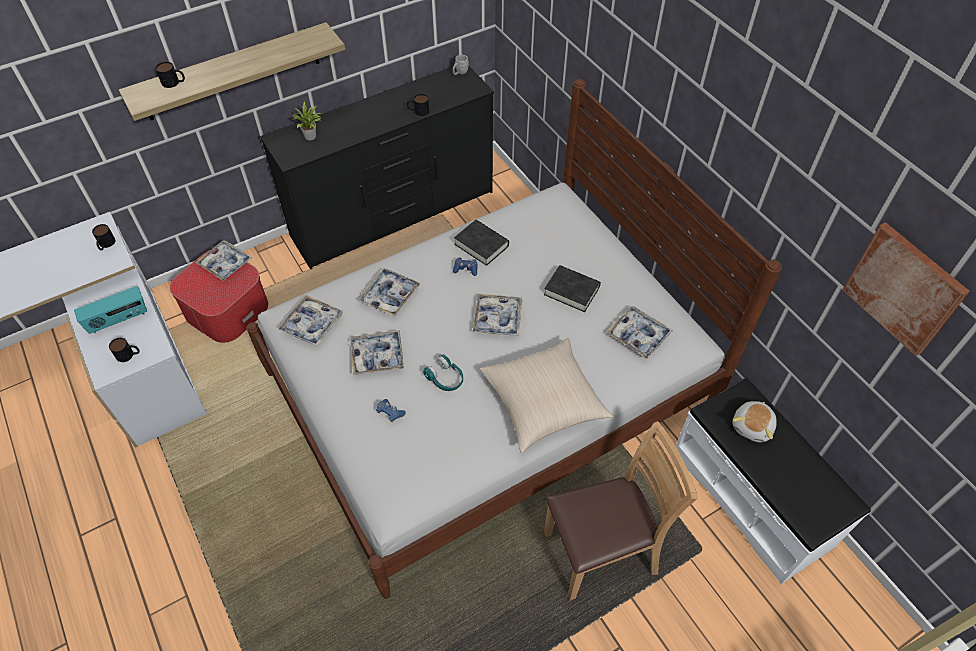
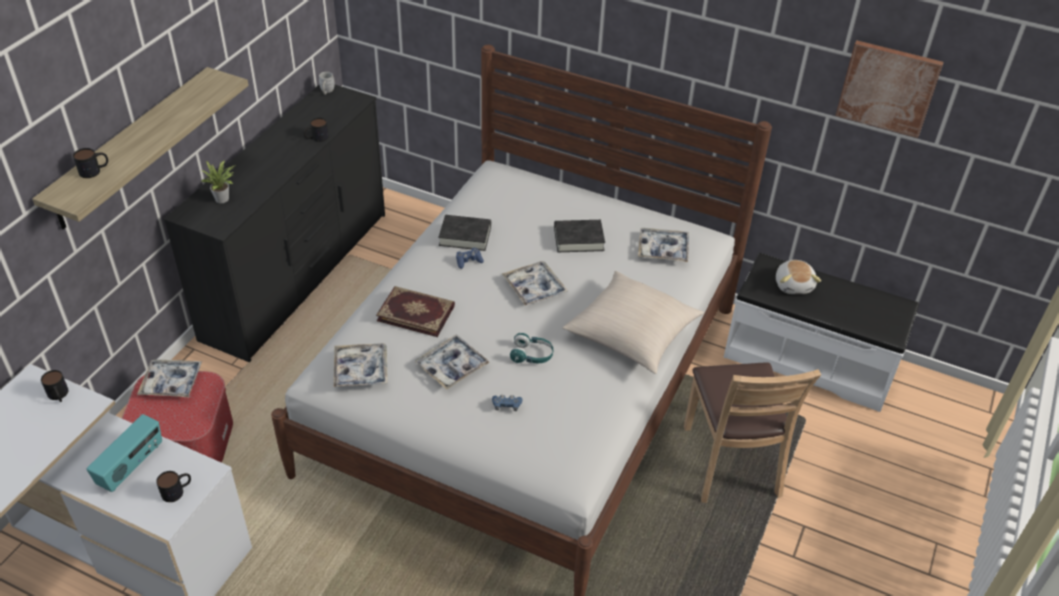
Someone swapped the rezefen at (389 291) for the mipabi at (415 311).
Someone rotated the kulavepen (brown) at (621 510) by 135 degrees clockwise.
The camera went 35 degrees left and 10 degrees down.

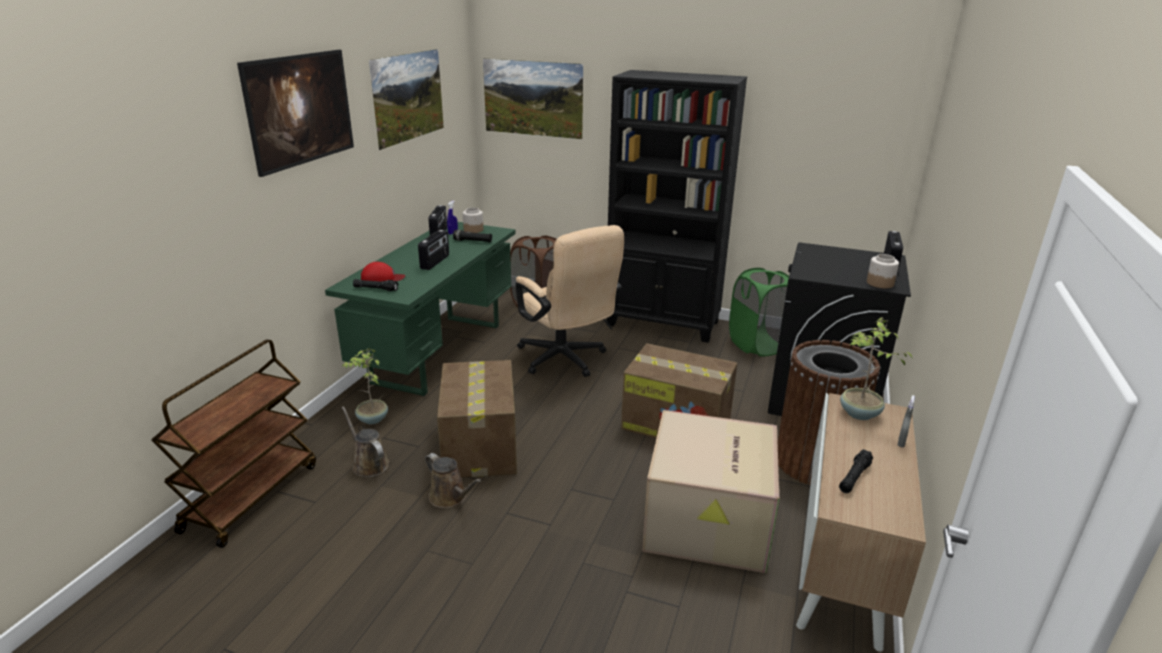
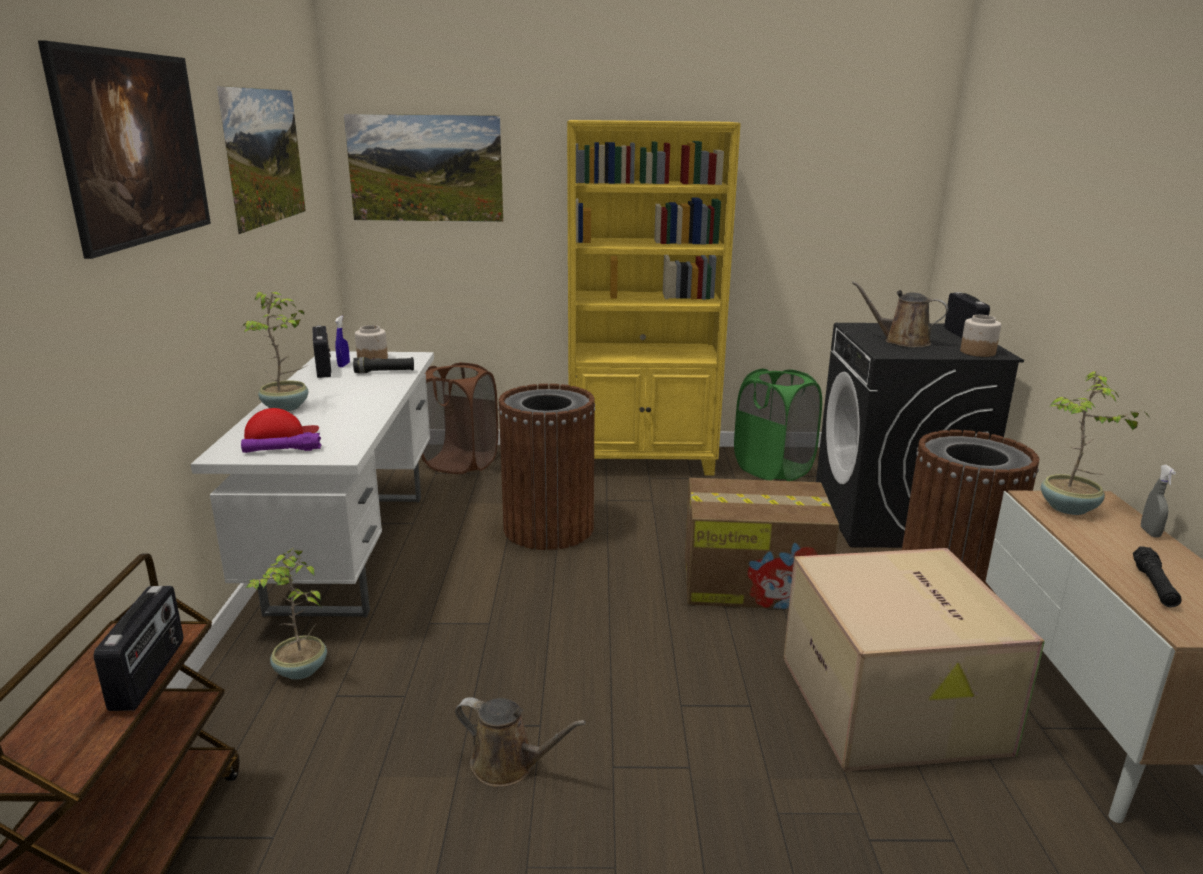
Someone repainted the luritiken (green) at (420 309), which became the luritiken (white) at (312 484).
Someone carried the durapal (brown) from (365 441) to (900 314).
Someone repainted the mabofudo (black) at (376 285), which became the mabofudo (purple) at (281 442).
Someone carried the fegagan from (433 250) to (138 648).
Someone took away the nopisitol at (477 419).
Someone swapped the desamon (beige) at (569 301) for the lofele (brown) at (546 467).
Someone repainted the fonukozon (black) at (677 206), which became the fonukozon (yellow) at (654 298).
Someone put down the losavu at (275 351).
The camera went 20 degrees left and 5 degrees down.

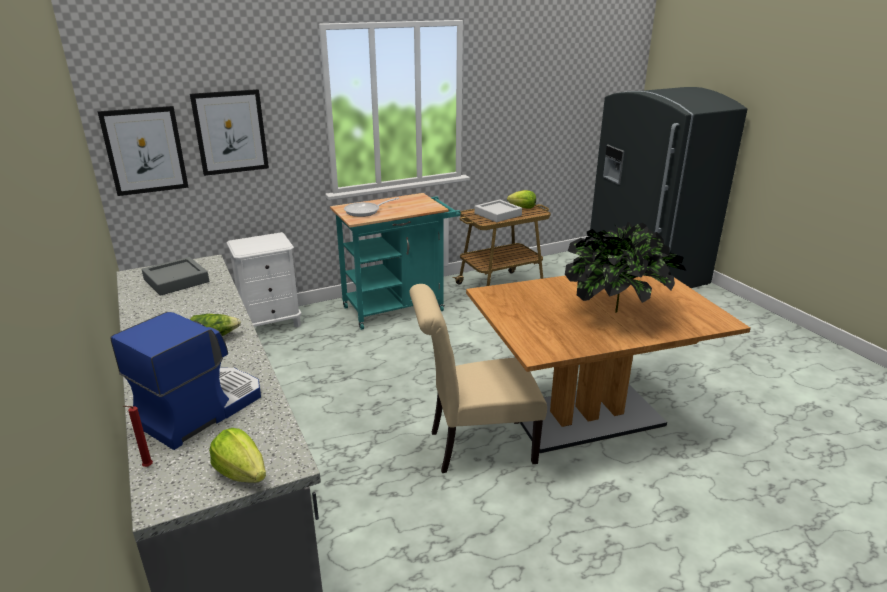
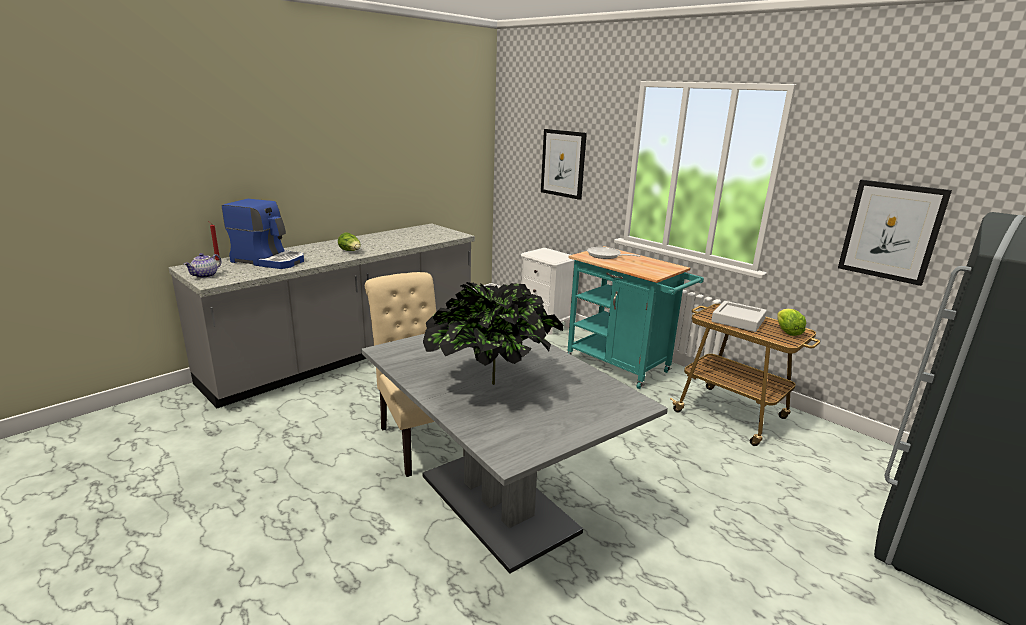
Someone carried the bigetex from (143 151) to (895 233).
Someone took away the rezefen (grey) at (175 276).
Someone swapped the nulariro at (237 455) for the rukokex at (202 265).
Someone repainted the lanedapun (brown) at (608 364), which became the lanedapun (grey) at (514 454).
The camera went 70 degrees right and 5 degrees down.

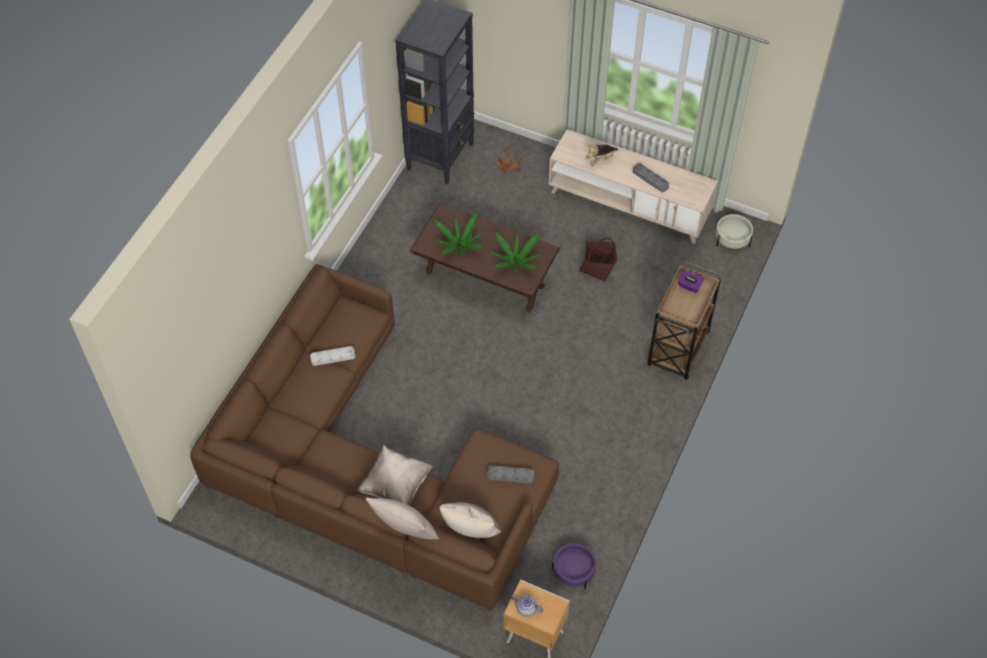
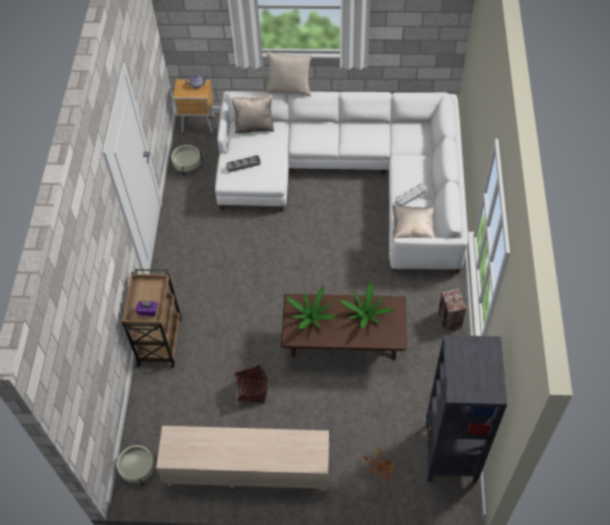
Someone repainted the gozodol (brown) at (374 438), which became the gozodol (white) at (341 182).
Someone carried the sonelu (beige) from (395 475) to (413 223).
Someone repainted the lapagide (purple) at (574 566), which became the lapagide (beige) at (186 161).
Someone took away the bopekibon at (602 155).
Someone took away the rezefen (grey) at (651 177).
Someone put down the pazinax at (452 310).
The camera went 160 degrees right and 0 degrees up.

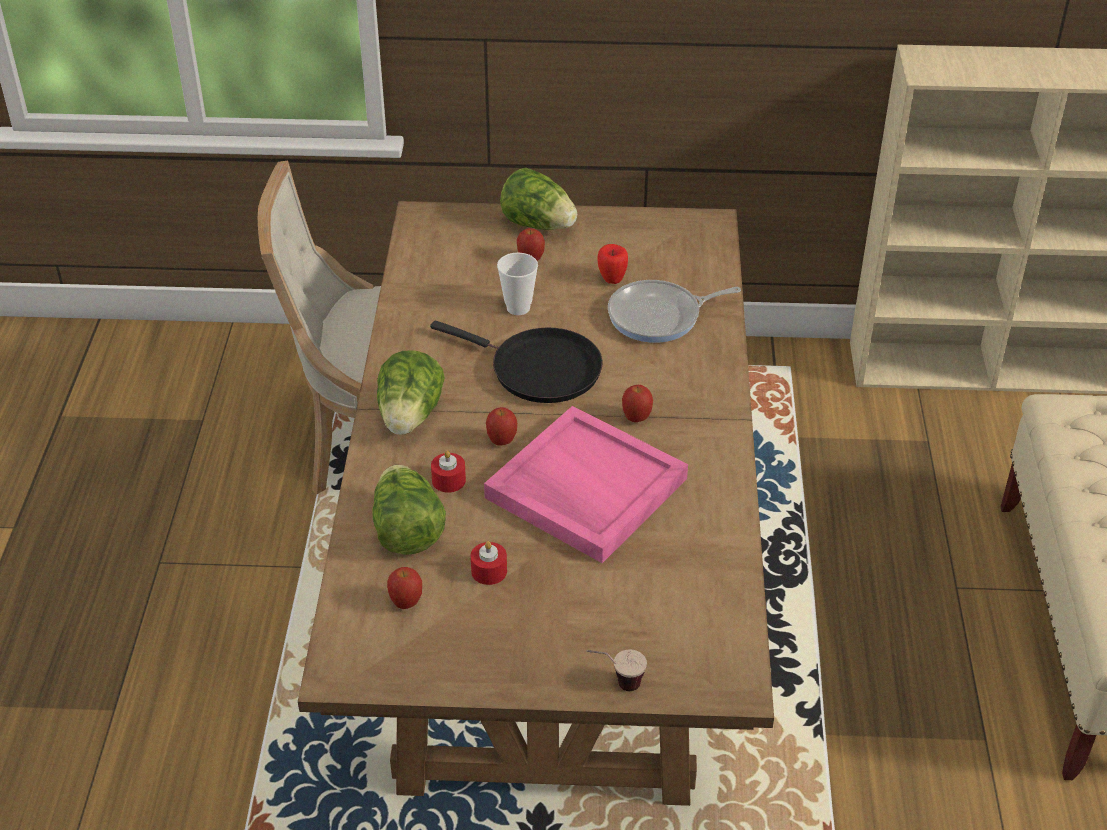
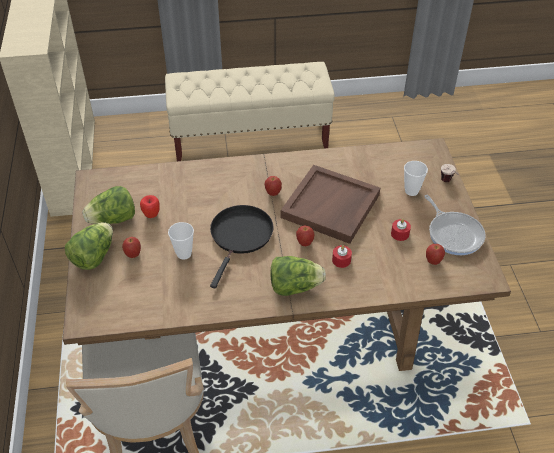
Someone carried the nulariro from (409 510) to (108 205).
Someone repainted the rezefen (pink) at (586 484), which became the rezefen (brown) at (330 204).
Someone carried the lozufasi from (674 311) to (455 225).
Someone put down the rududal at (416 178).
The camera went 100 degrees left and 5 degrees up.

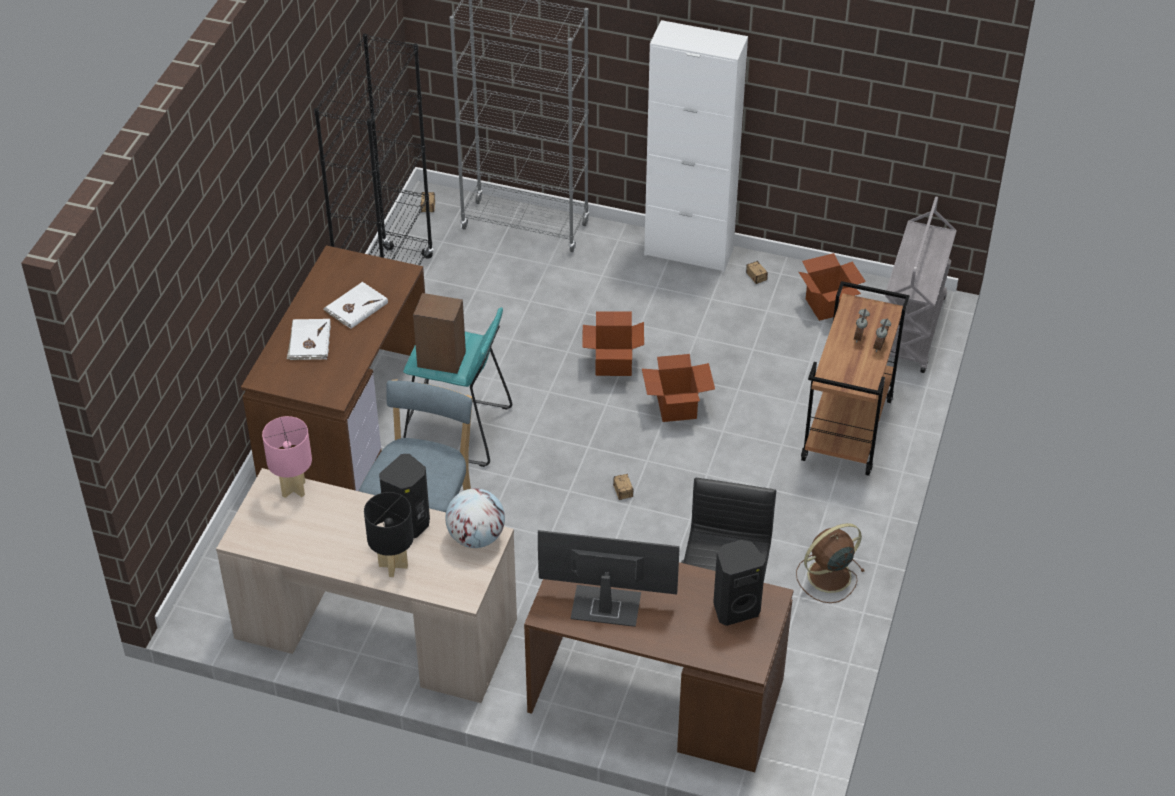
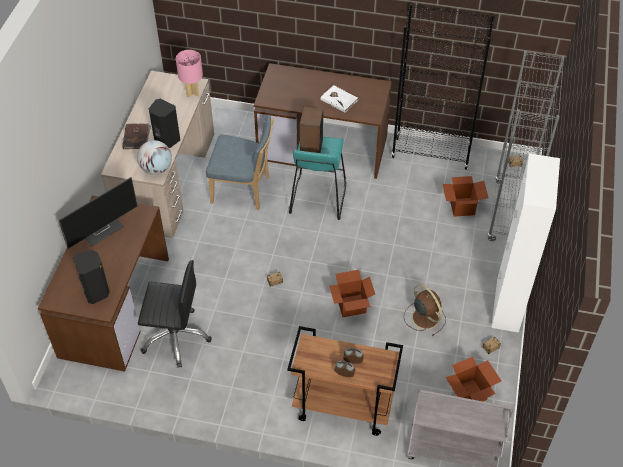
Someone took away the mipabi (white) at (309 339).
Someone swapped the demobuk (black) at (389 534) for the mipabi (brown) at (137 136).
Someone rotated the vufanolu at (609 578) by 45 degrees clockwise.
Someone carried the nopisitol from (613 343) to (465 196).
Someone carried the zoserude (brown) from (830 563) to (425 310).
The camera went 85 degrees right and 5 degrees up.

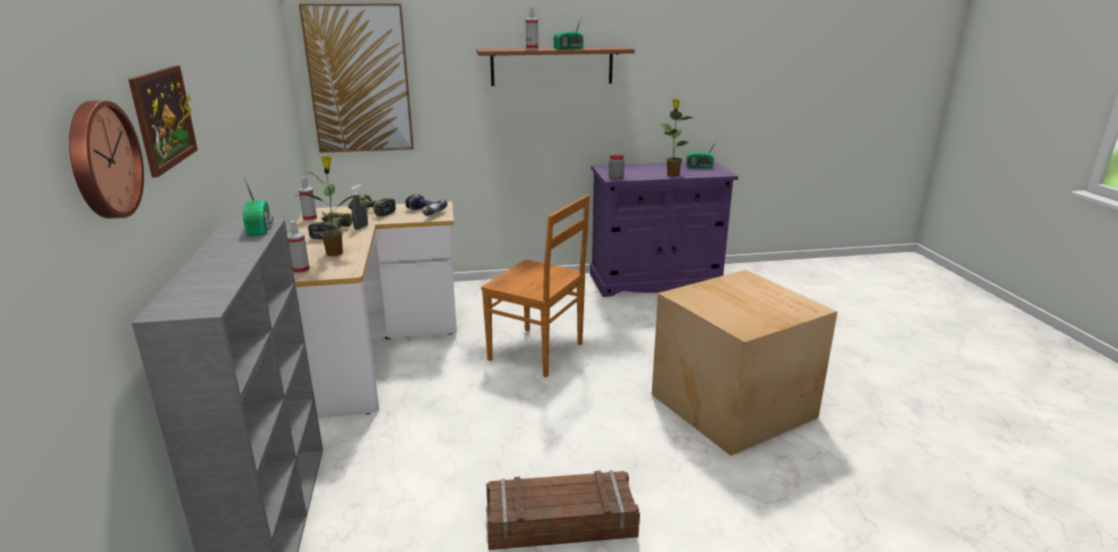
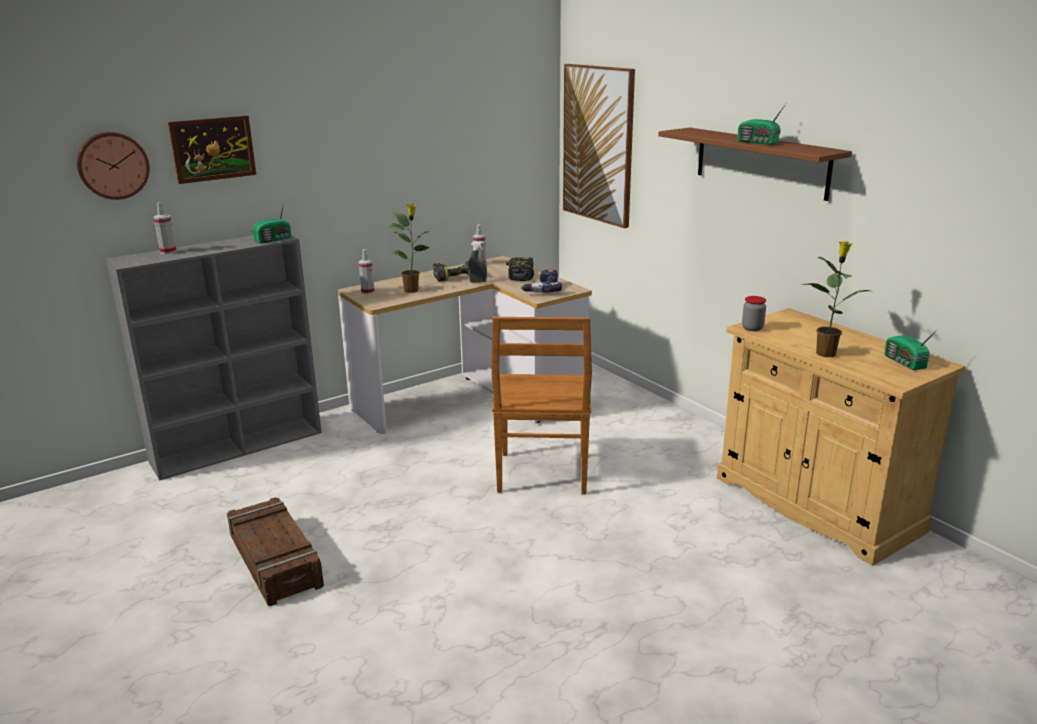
Someone carried the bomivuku from (532 28) to (165 228).
Someone repainted the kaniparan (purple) at (664 229), which became the kaniparan (beige) at (841 437).
Someone took away the nopisitol at (744 363).
The camera went 65 degrees right and 0 degrees up.

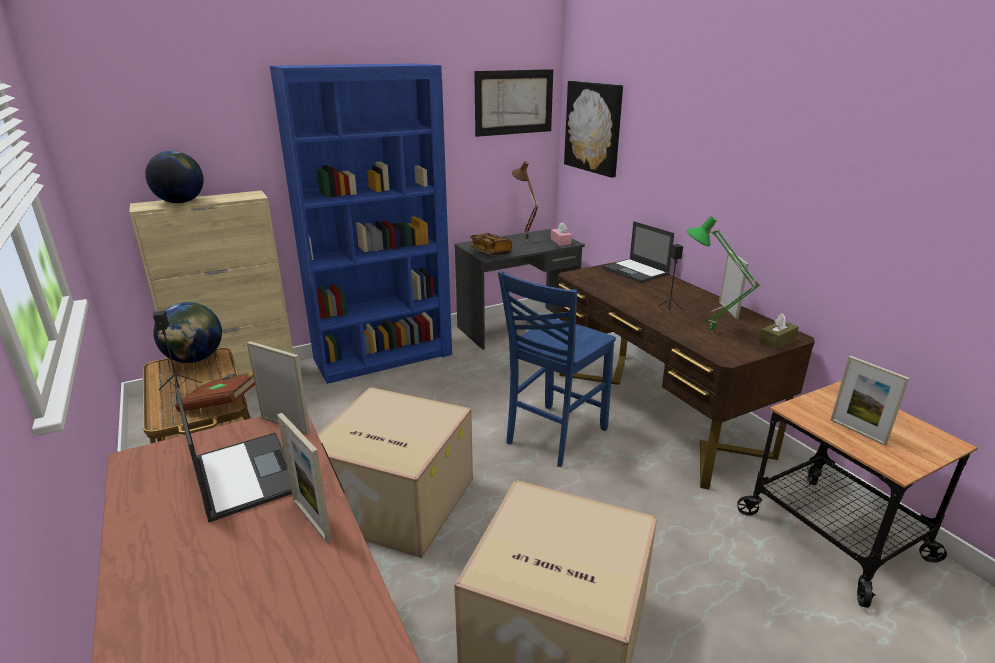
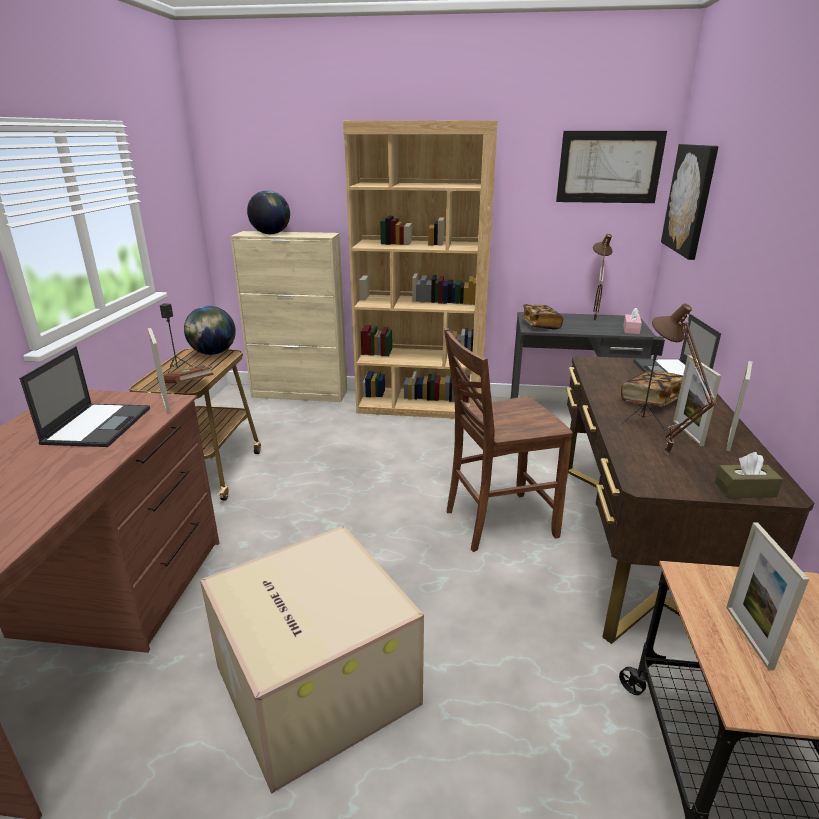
Someone repainted the fonukozon (blue) at (361 223), which became the fonukozon (brown) at (420 269).
Someone carried the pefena from (304 478) to (697 400).
Someone took away the nopisitol at (395 472).
Someone repainted the kulavepen (blue) at (557 369), which became the kulavepen (brown) at (508 440).
Someone repainted the demobuk (green) at (723 274), which became the demobuk (brown) at (684 379).
Someone put down the mipabi at (652 388).
The camera went 35 degrees right and 0 degrees up.

